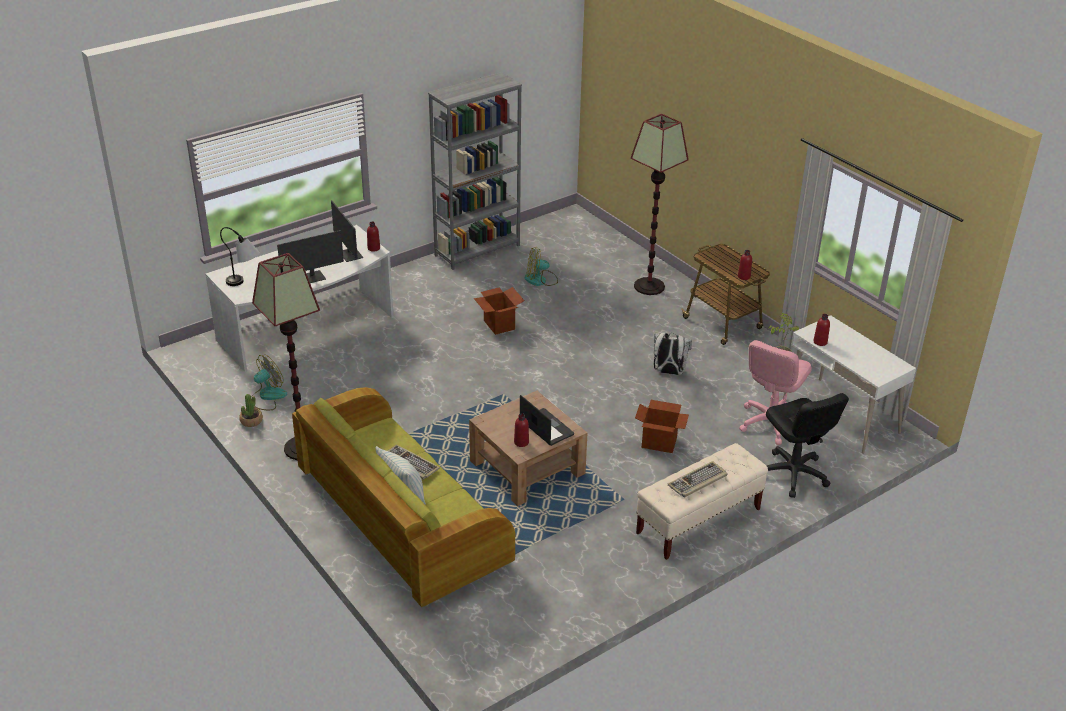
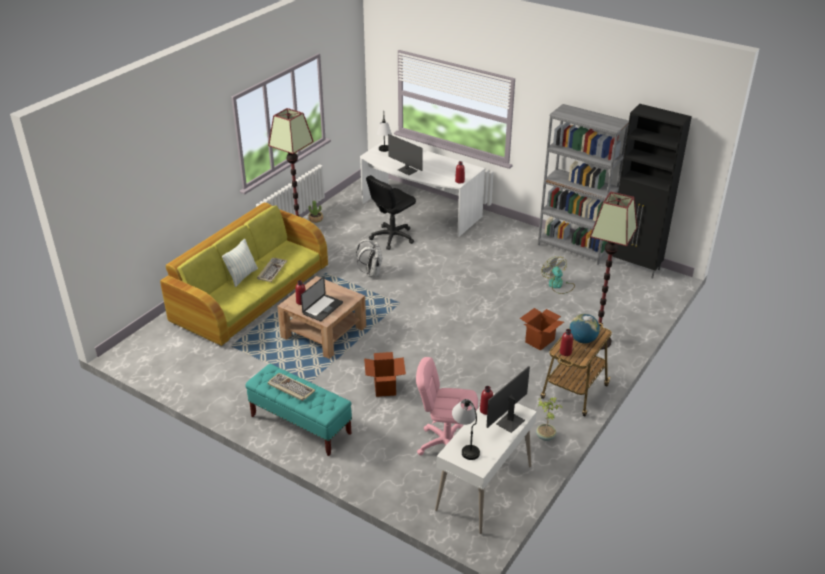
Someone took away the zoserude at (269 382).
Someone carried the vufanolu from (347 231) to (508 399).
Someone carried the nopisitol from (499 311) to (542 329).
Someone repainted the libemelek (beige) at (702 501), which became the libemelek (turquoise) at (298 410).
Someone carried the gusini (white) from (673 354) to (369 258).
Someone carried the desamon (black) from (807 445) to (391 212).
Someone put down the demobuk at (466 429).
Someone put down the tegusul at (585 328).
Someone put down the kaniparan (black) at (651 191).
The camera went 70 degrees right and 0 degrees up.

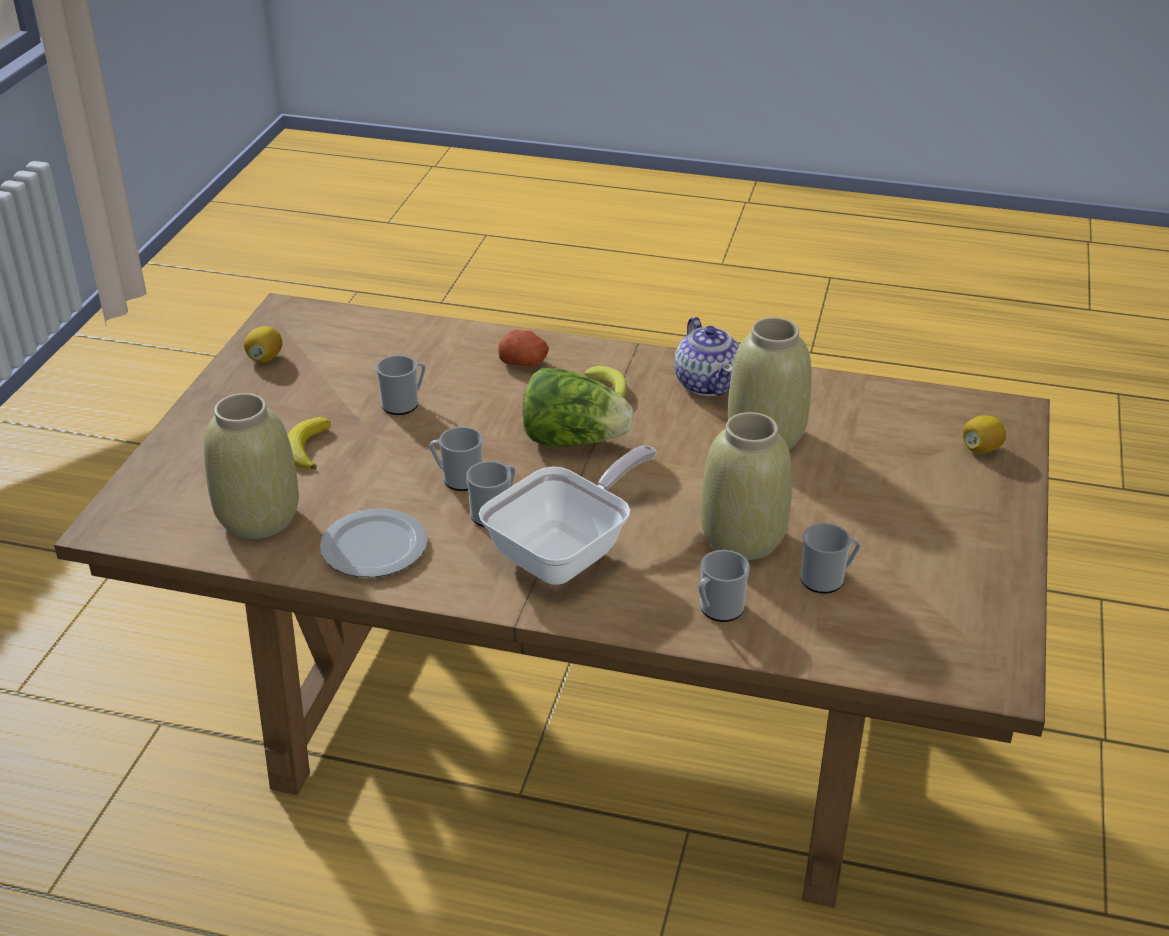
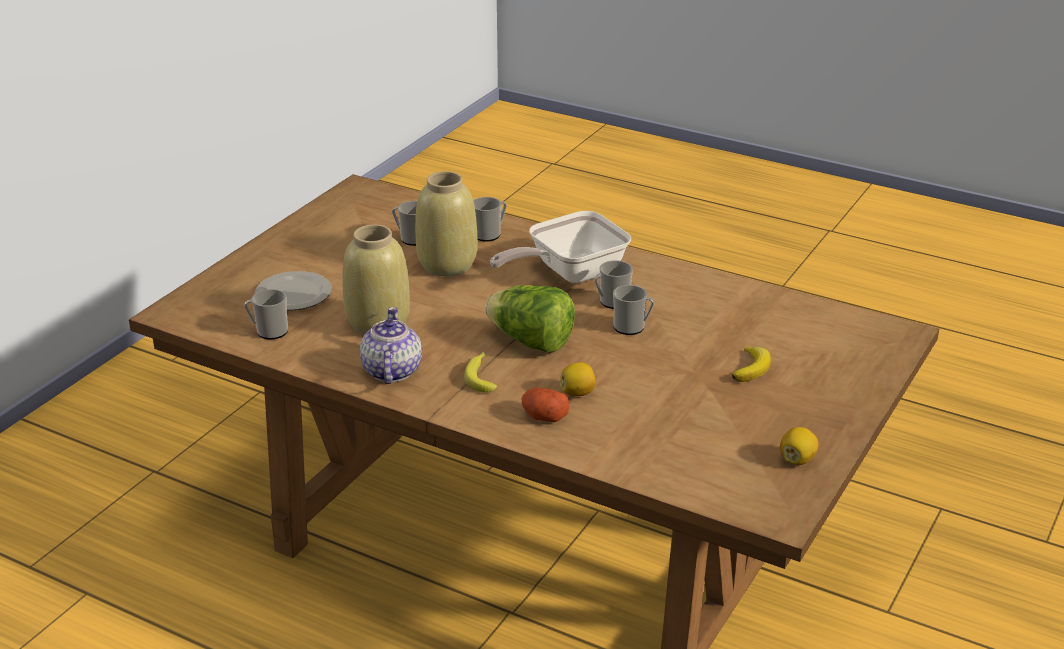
Someone took away the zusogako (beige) at (251 466).
Someone carried the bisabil from (374 543) to (293 290).
Someone carried the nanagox from (401 385) to (266 314).
Someone carried the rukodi from (984 434) to (577 379).
The camera went 165 degrees left and 5 degrees down.

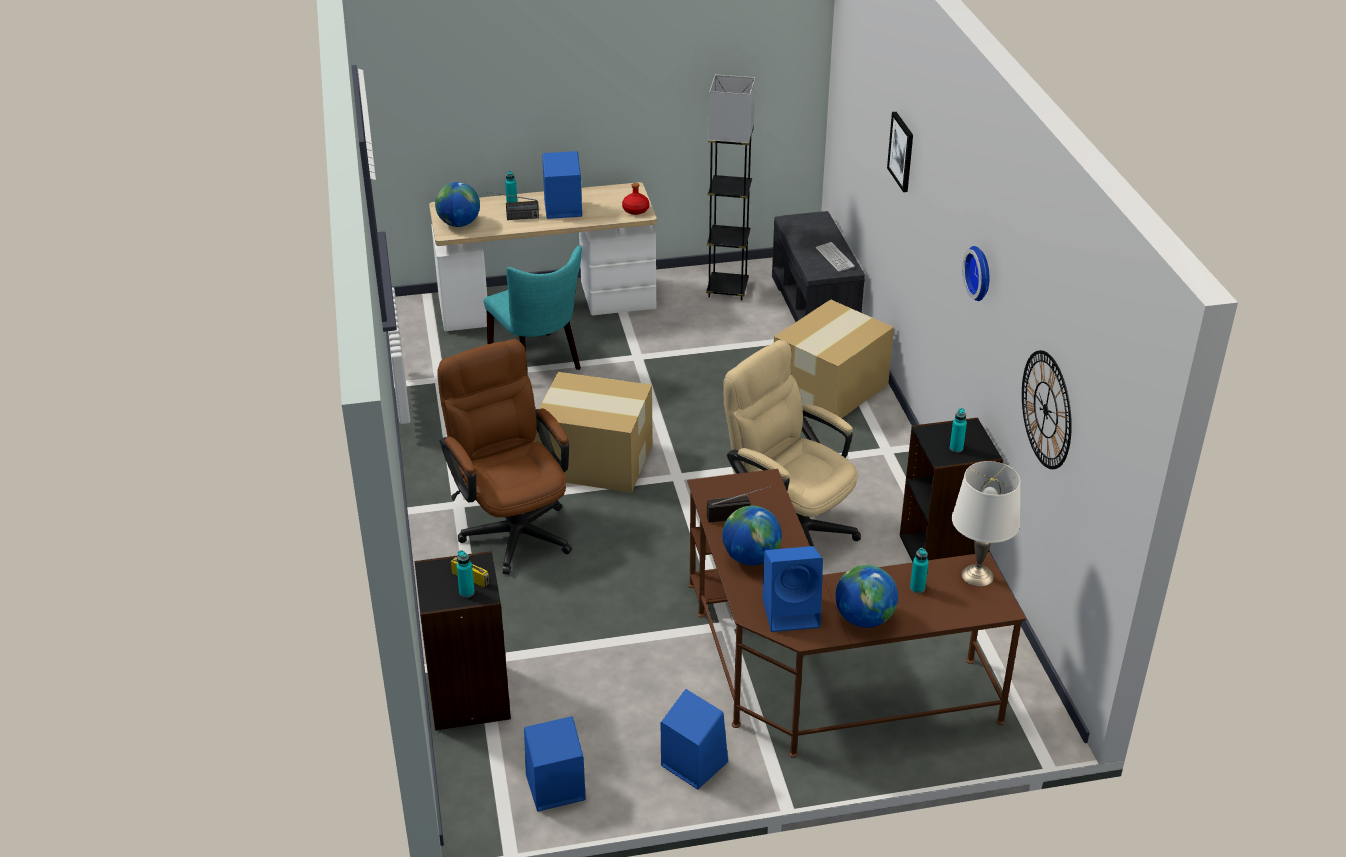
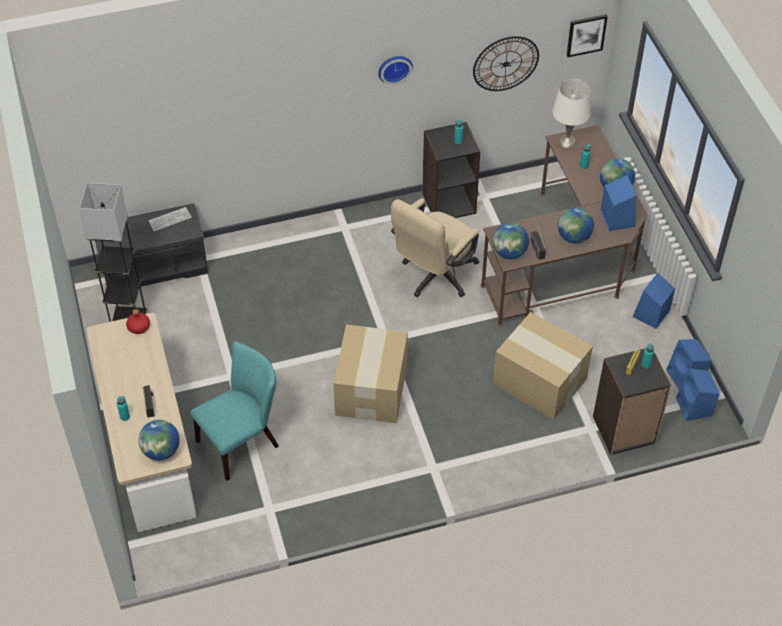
Someone took away the desamon (brown) at (504 457).
Someone carried the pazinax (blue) from (562 185) to (698 394).
Someone carried the nopisitol from (834 358) to (543 365).
Someone carried the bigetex from (900 152) to (587 35).
Someone put down the tegusul at (511 241).
The camera went 95 degrees left and 15 degrees up.

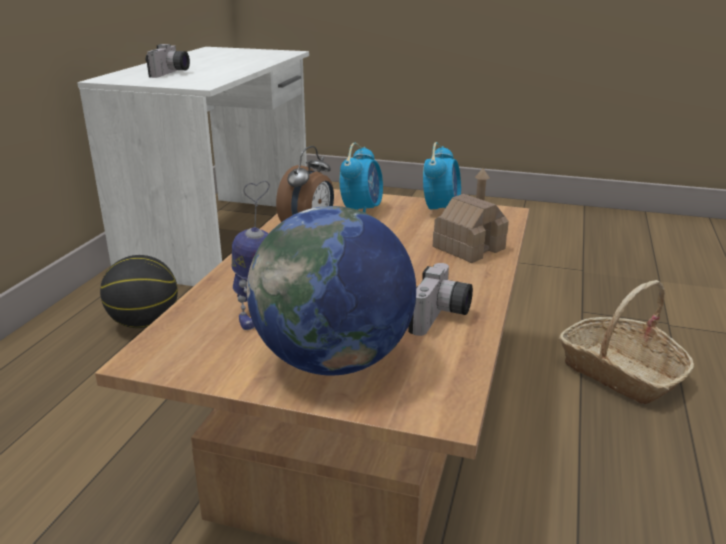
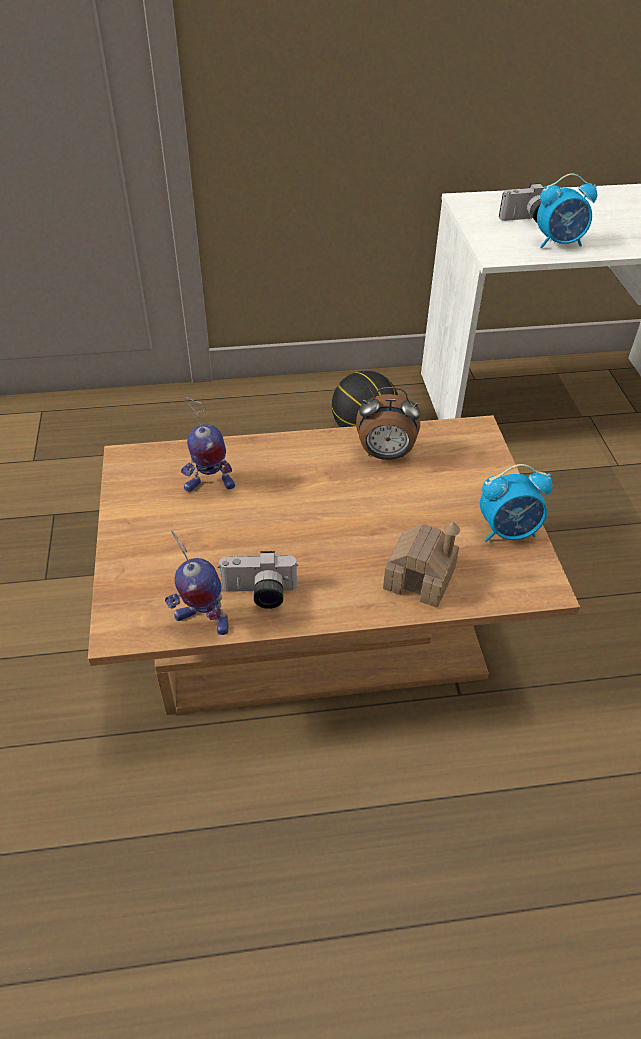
Someone took away the tegusul at (331 290).
Someone carried the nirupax from (361 178) to (567 210).
Someone took away the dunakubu at (626 342).
Someone put down the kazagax at (197 583).
The camera went 65 degrees right and 20 degrees up.

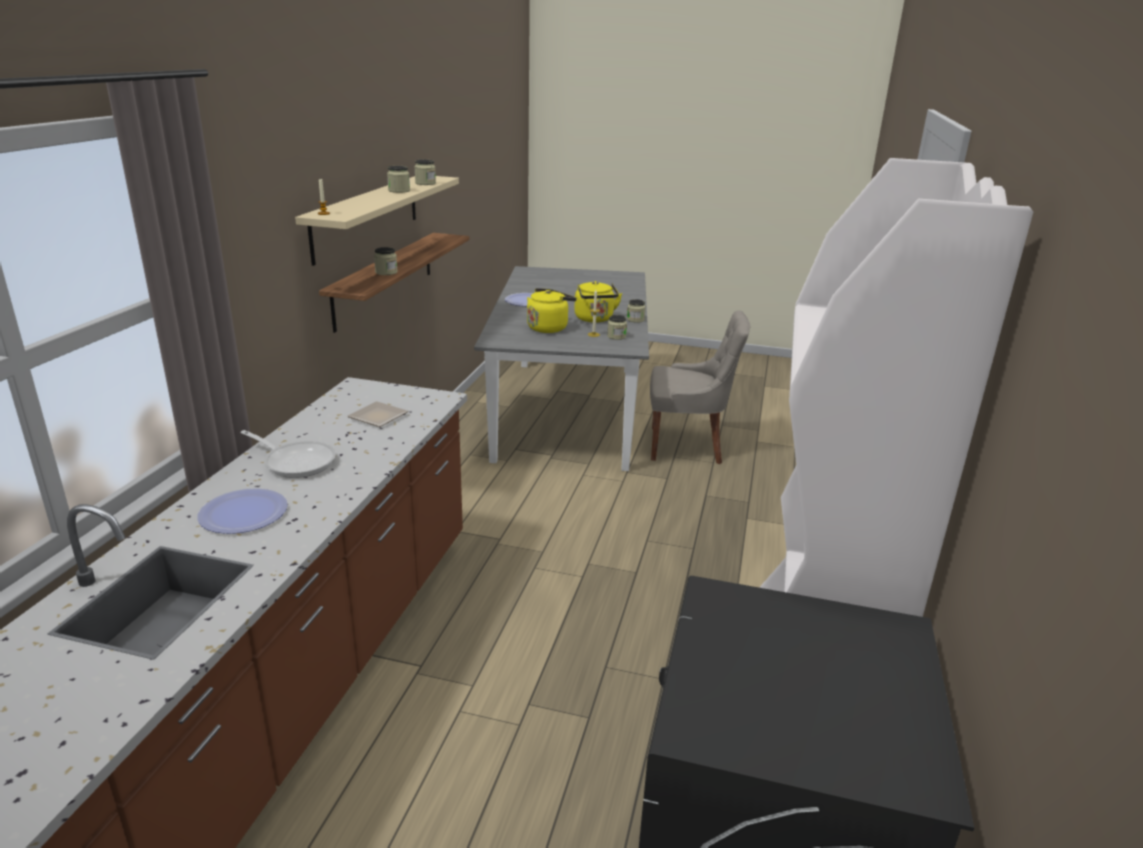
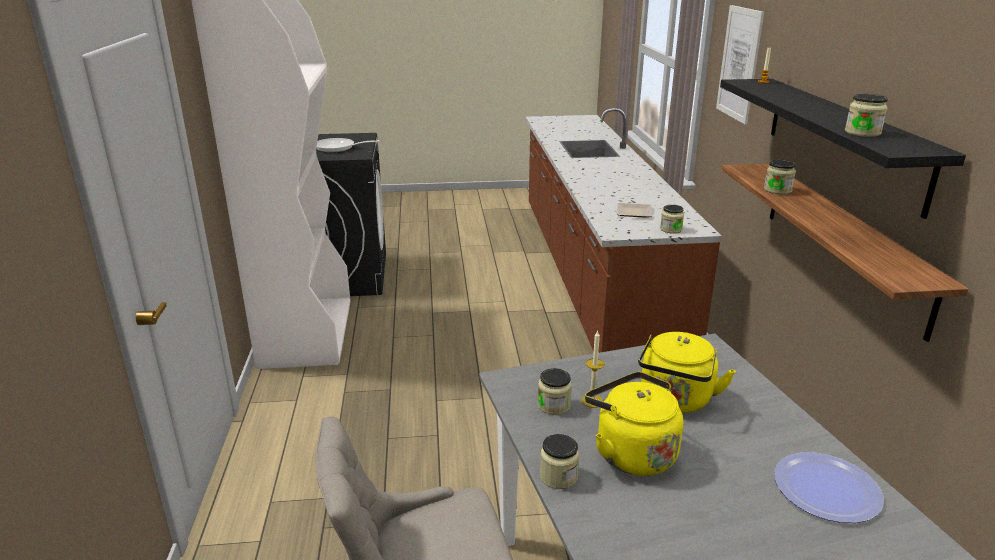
Someone took away the bisabil at (242 511).
Someone carried the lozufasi from (288 454) to (348 145).
Someone repainted the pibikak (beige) at (377 221), which became the pibikak (black) at (843 149).
Someone carried the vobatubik from (398 179) to (672 219).
Someone put up the bigetex at (740 64).
The camera went 160 degrees right and 0 degrees up.

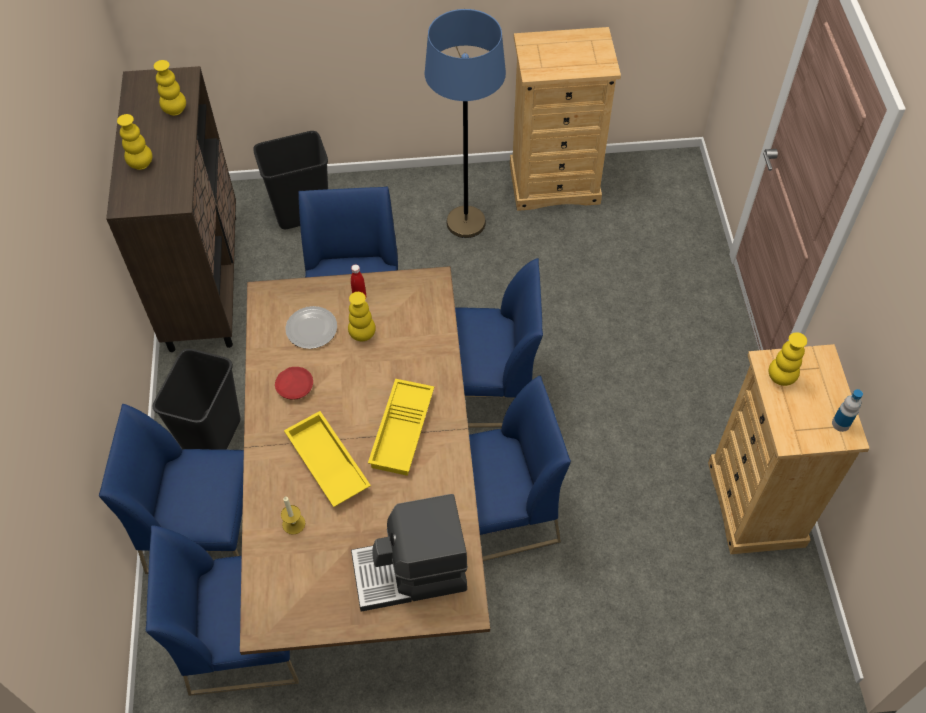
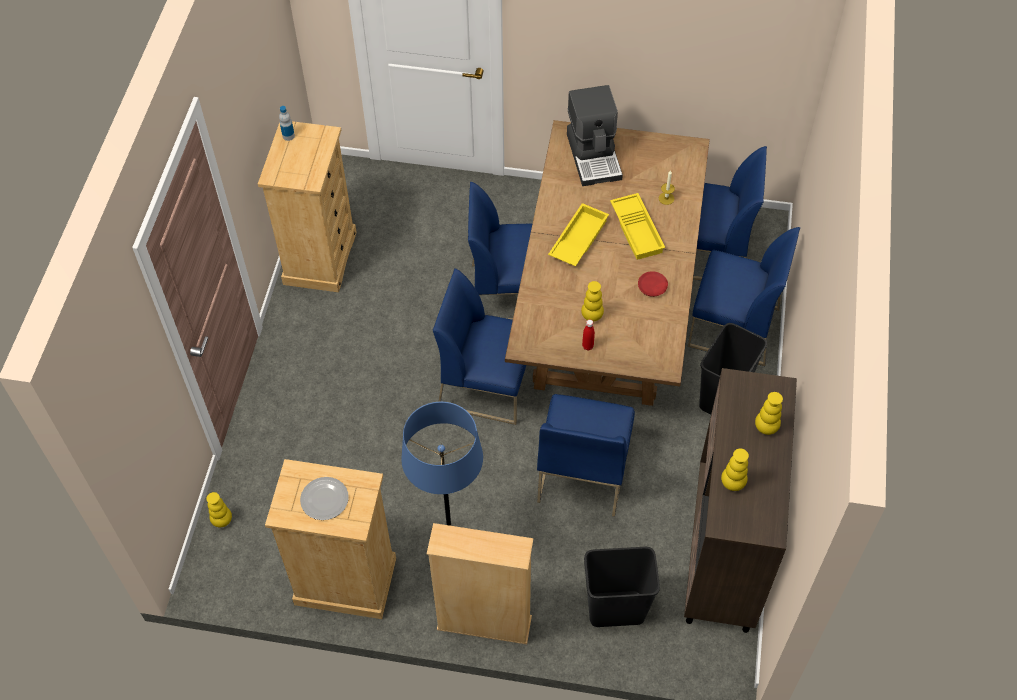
Someone carried the bisabil from (311 327) to (324 498).
Someone rotated the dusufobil at (409 553) by 75 degrees clockwise.
Someone carried the zusogako (yellow) from (788 359) to (219 509).
Someone put down the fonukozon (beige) at (480 583).
The camera went 165 degrees left and 0 degrees up.

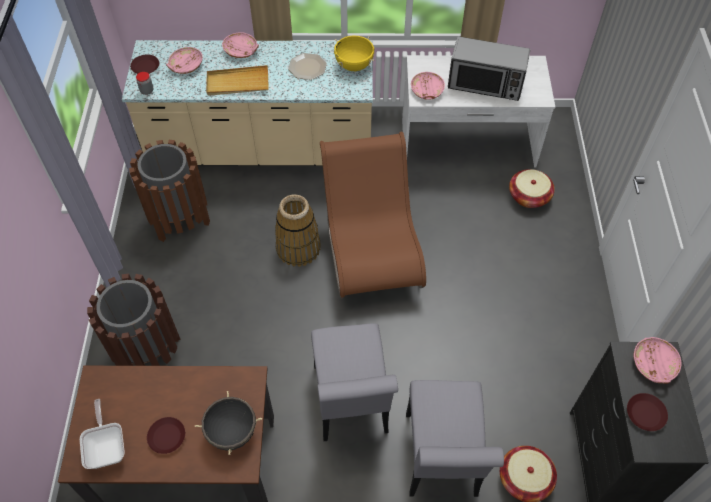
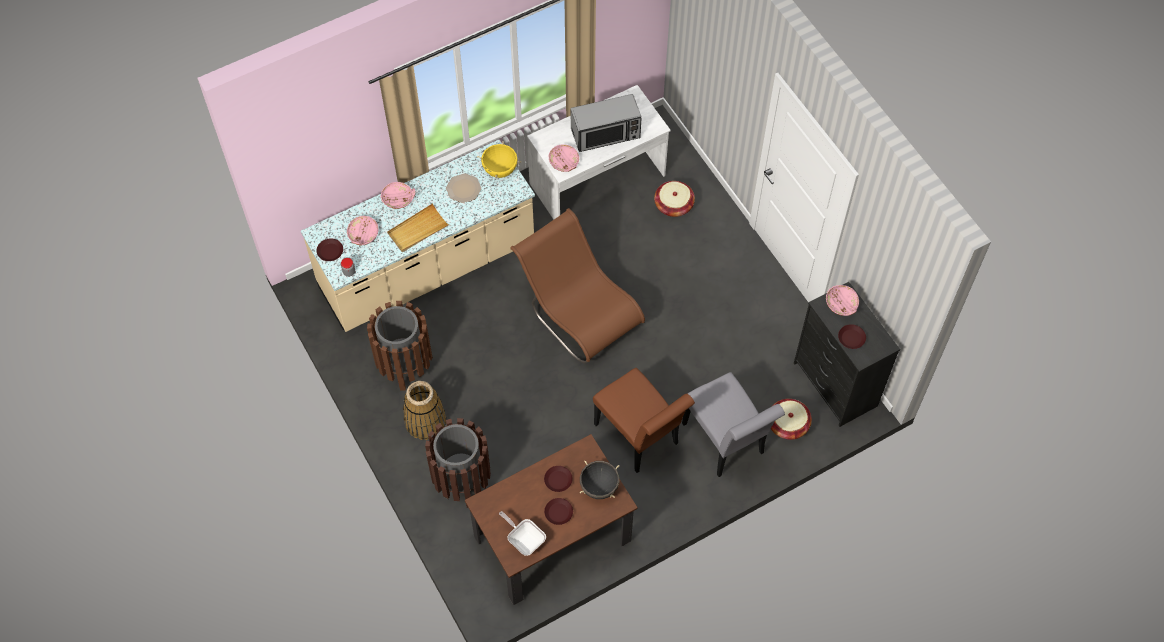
Someone carried the dunakubu from (298 230) to (424 410).
Someone repainted the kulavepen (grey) at (354 382), which became the kulavepen (brown) at (644 420).
Someone put down the bisabil (brown) at (558 479).
The camera went 30 degrees left and 5 degrees up.

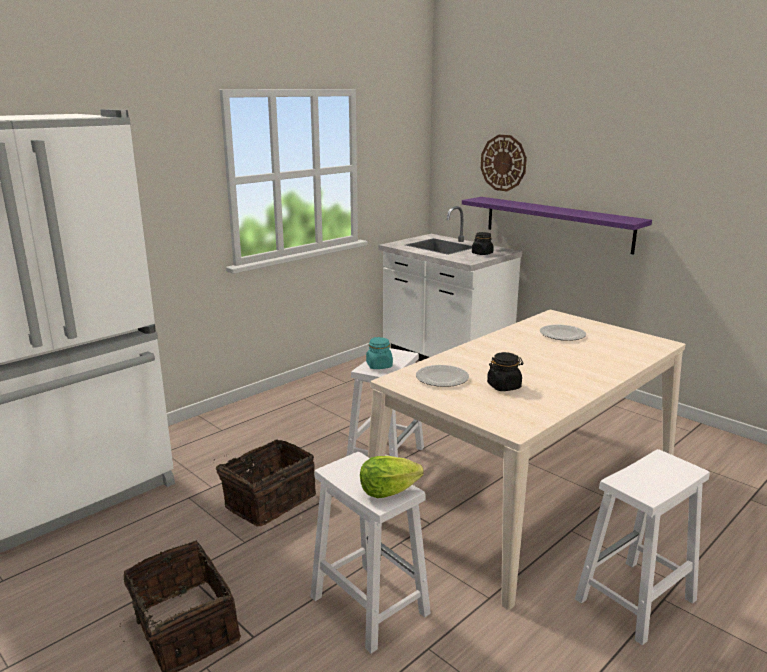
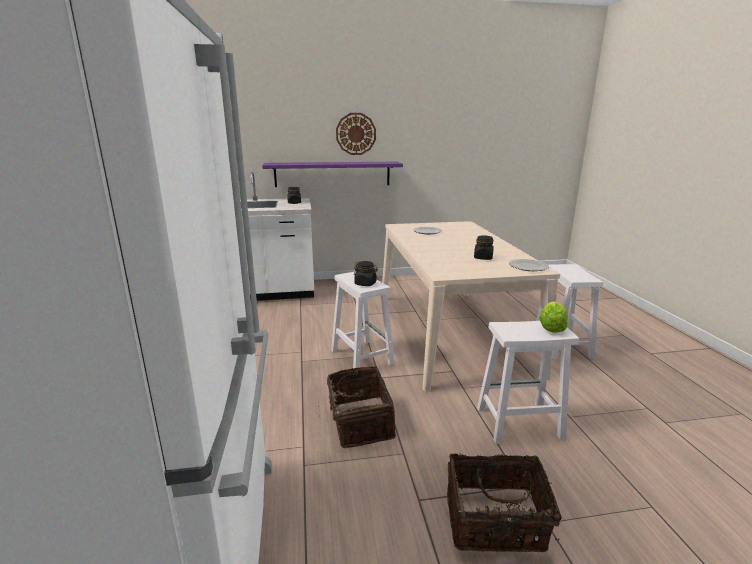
Someone repainted the vobatubik (turquoise) at (379 353), which became the vobatubik (black) at (366 273).
Someone carried the bisabil from (442 376) to (529 265).
Someone carried the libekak from (504 163) to (356 134).
The camera went 55 degrees left and 0 degrees up.

